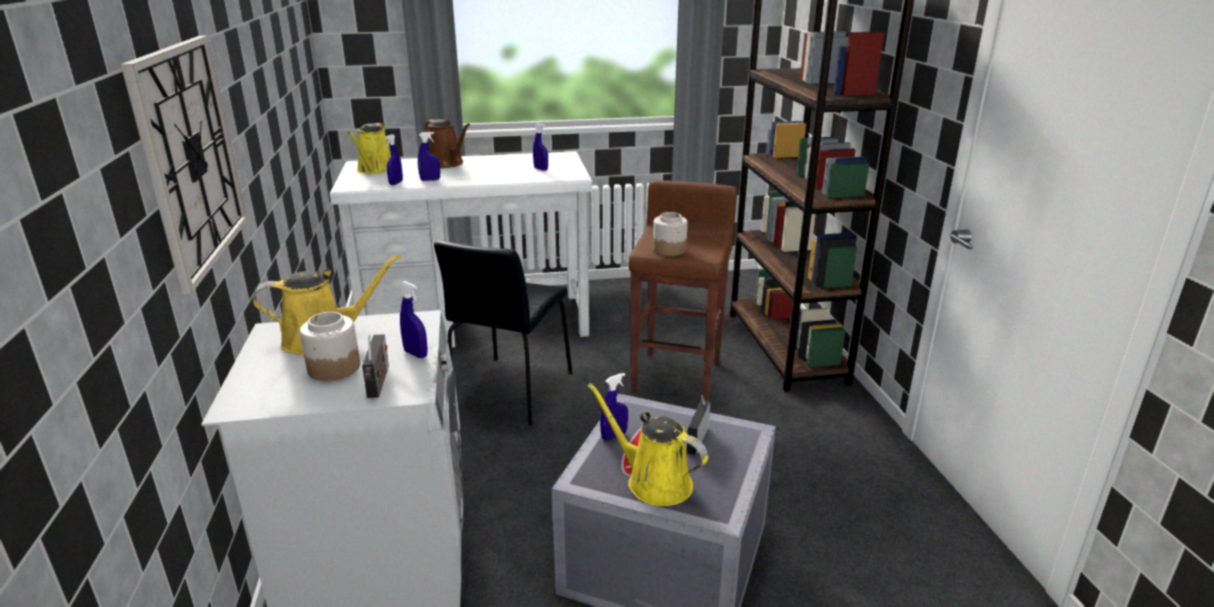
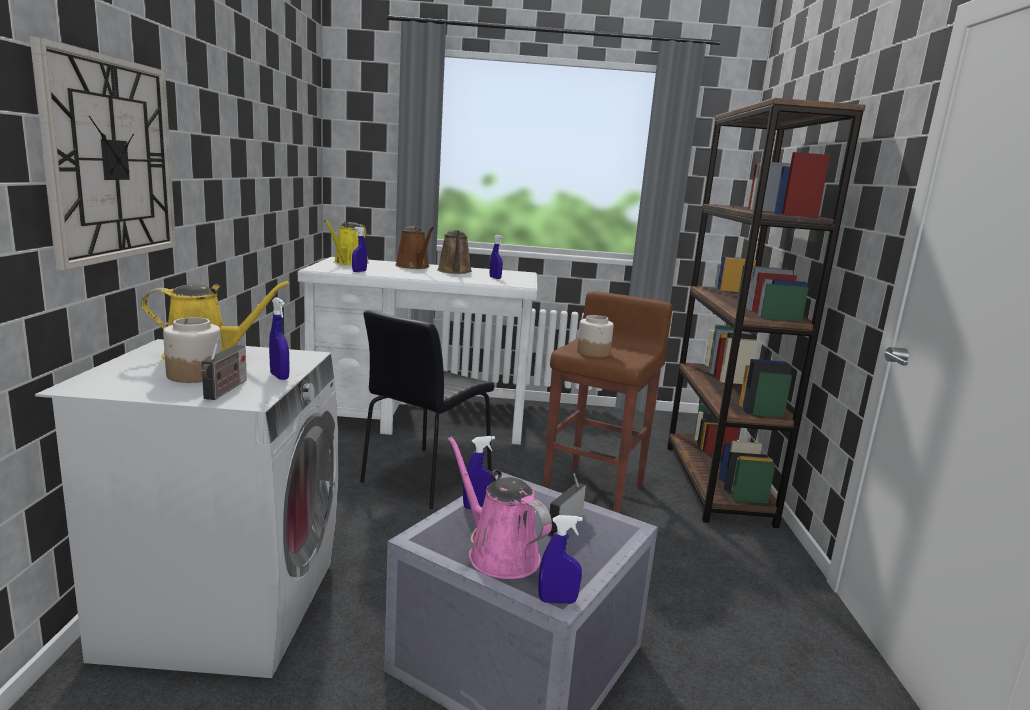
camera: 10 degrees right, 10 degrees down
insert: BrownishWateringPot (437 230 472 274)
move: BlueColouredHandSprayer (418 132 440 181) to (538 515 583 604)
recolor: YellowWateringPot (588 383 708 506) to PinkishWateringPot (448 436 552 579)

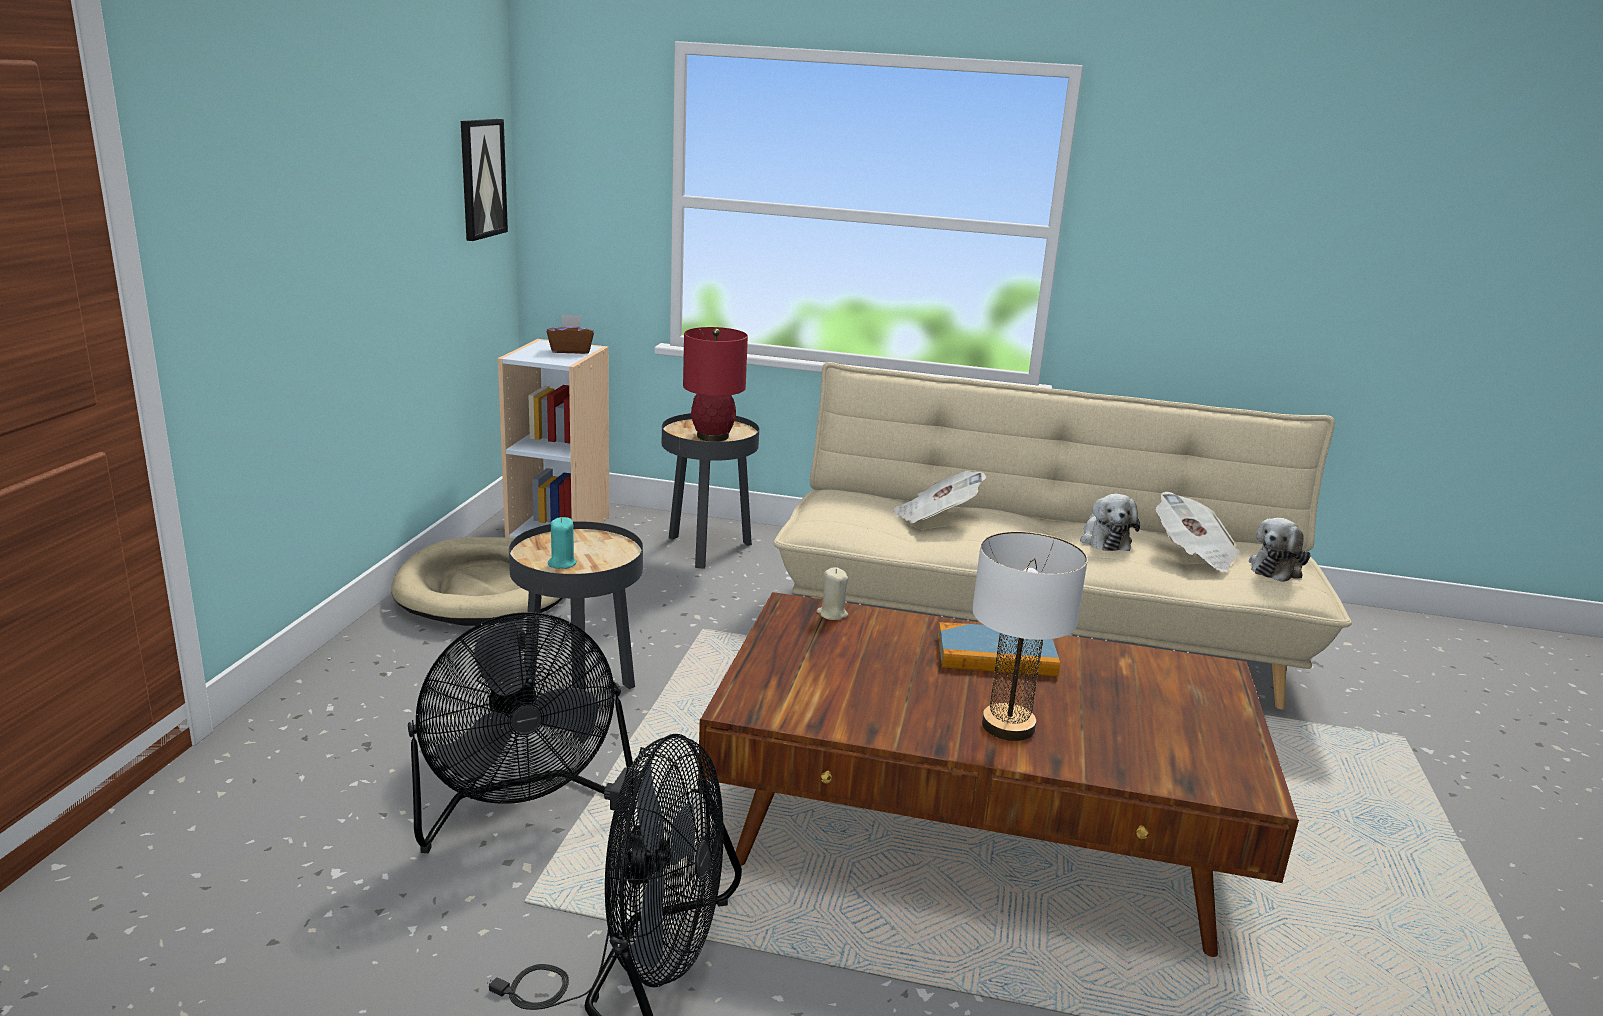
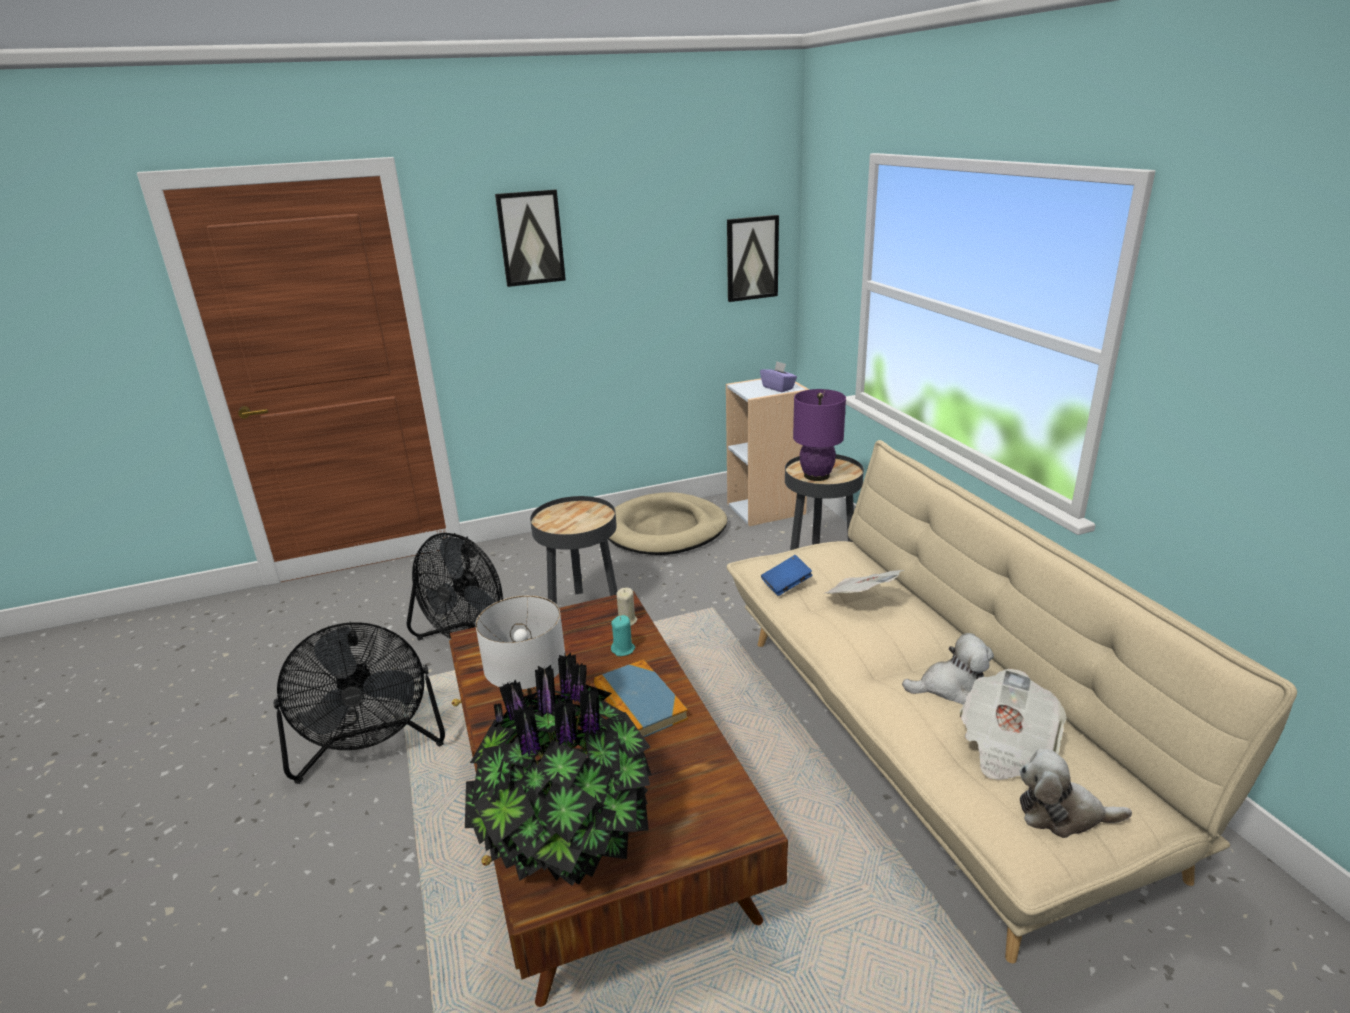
camera: 60 degrees right, 5 degrees up
insert: PlantInAPot (465 653 652 886); WallArt (495 190 566 287); BlueColouredBoundBook (761 555 812 596)
move: TurquoiseColouredCandle (548 517 577 569) to (611 615 635 656)
recolor: BrownishTissueHolder (547 315 594 354) to PurpleTissueHolder (760 361 797 392); RedColouredTabletopLamp (683 327 748 442) to PurpleTabletopLamp (793 389 846 481)
rotate: PlushToy (1080 494 1140 551) = (902 633 994 705) 150 degrees counterclockwise

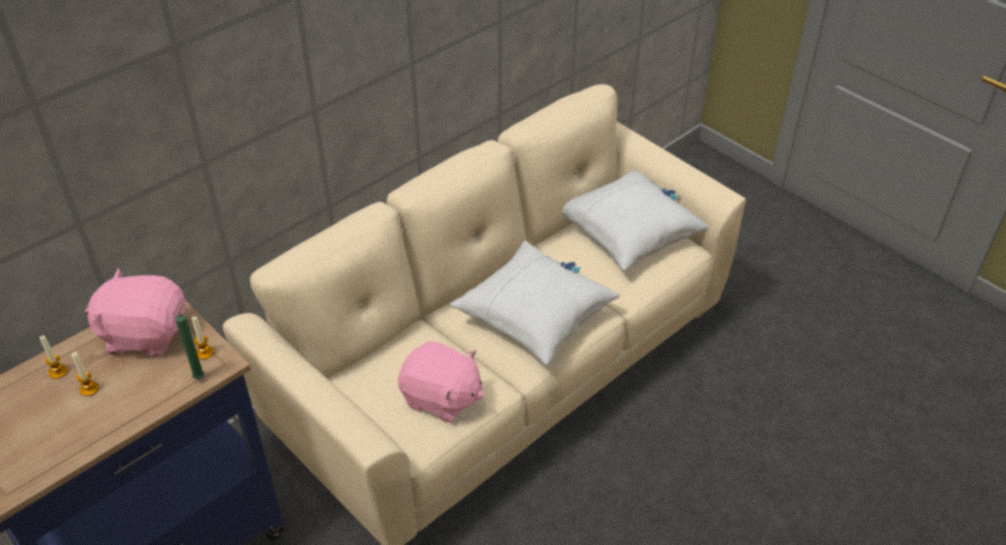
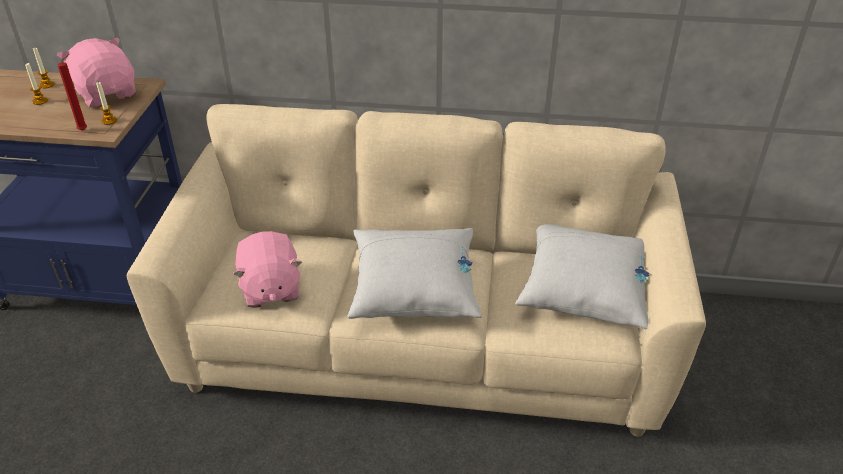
camera: 50 degrees right, 5 degrees down
recolor: GreenColouredCandle (175 303 205 379) to RedColouredCandle (58 54 87 131)

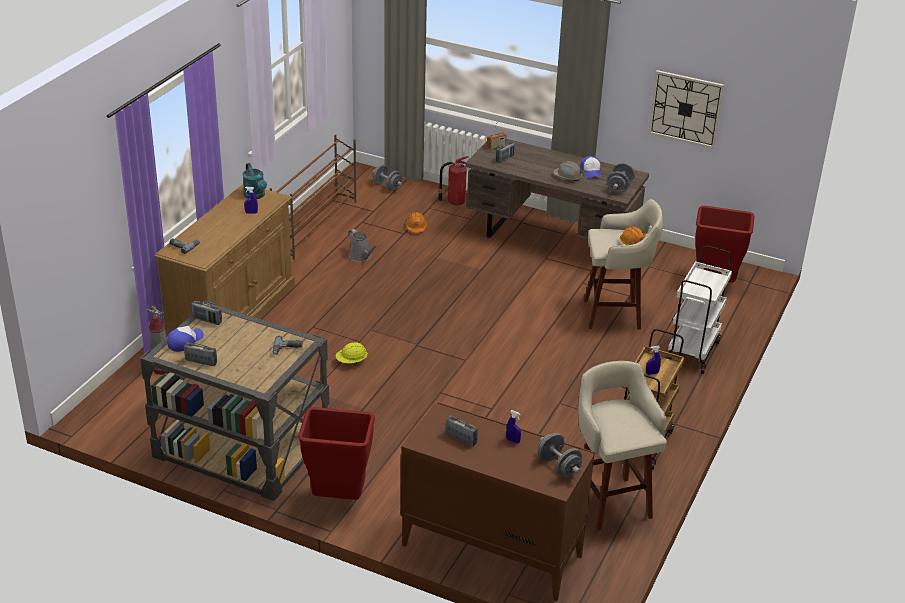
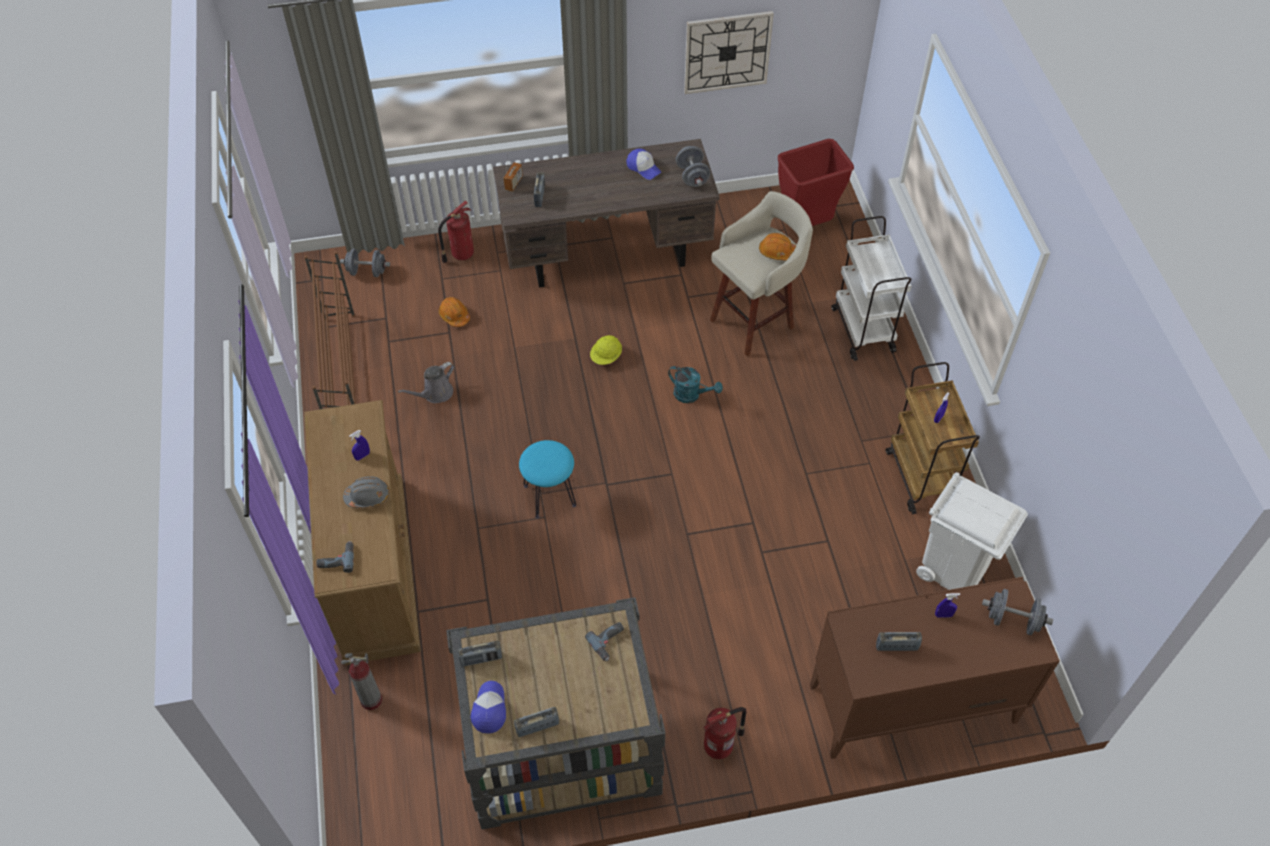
camera: 35 degrees left, 20 degrees up
insert: TurquoiseColouredStool (519 440 576 519)
move: TurquoiseColouredWateringPot (243 163 267 199) to (668 366 723 403); YellowSafetyHelmet (336 342 368 366) to (590 335 622 365); GreyishSafetyHelmet (553 161 583 181) to (343 476 390 508)
replace: RedColouredTrashCan (298 407 375 500) to FireExtinguisher (703 707 746 759); SandColouredStool (578 361 667 531) to WhiteTrashCan (916 472 1028 590)
rotate: GreyishWateringPot (349 229 378 262) = (398 362 454 403) 120 degrees clockwise

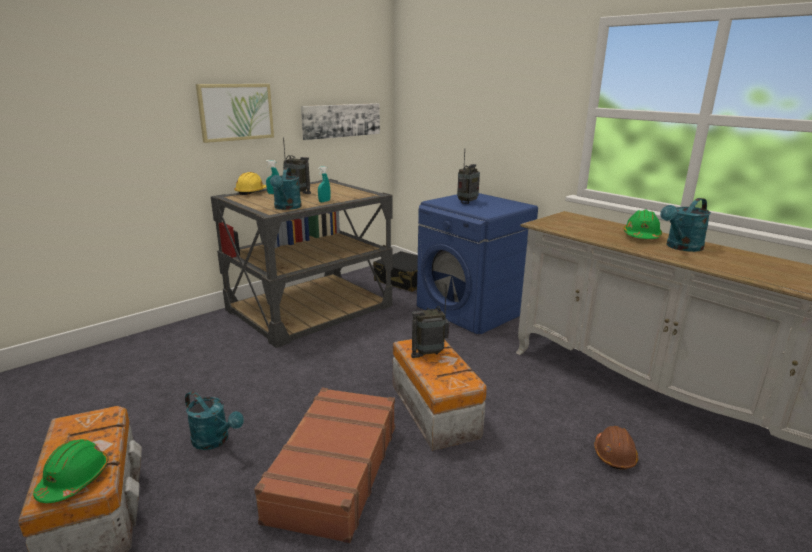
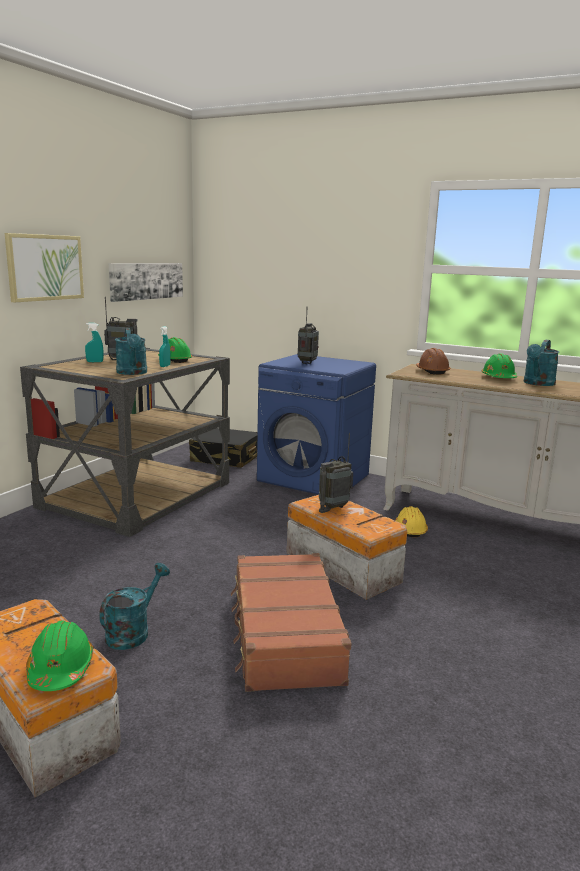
camera: 20 degrees left, 5 degrees down
insert: GreenColouredSafetyHelmet (158 337 192 363)
move: YellowSafetyHelmet (235 172 267 195) to (395 506 428 537); BrownishSafetyHelmet (594 426 638 470) to (416 348 450 375)
rotate: TurquoiseColouredWateringPot (185 391 244 450) = (99 563 170 650) 75 degrees counterclockwise

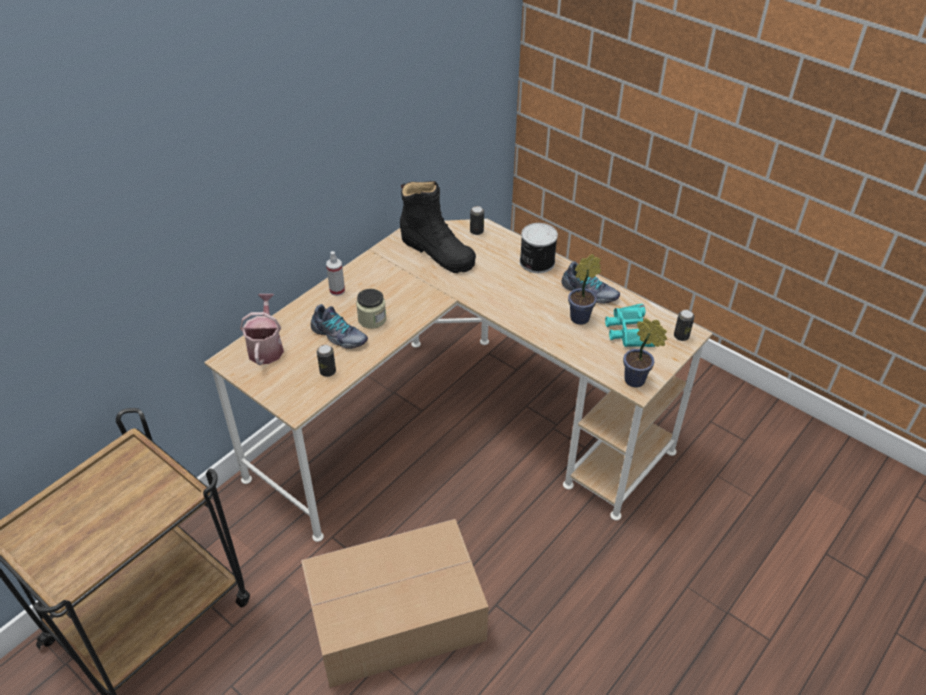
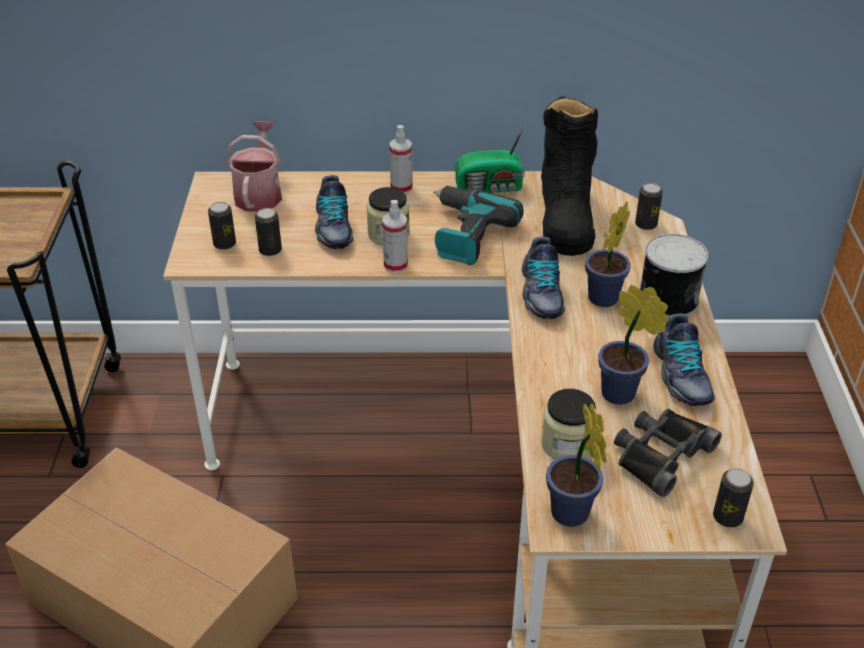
camera: 50 degrees right, 5 degrees down
insert: SealedCan (208 202 236 250); HandSprayer (382 200 408 273); Drill (433 186 524 265); RadioReceiver (455 121 527 193); ItemOfFootwear (522 237 565 319); StorageJar (541 389 597 460); PlantInAPot (585 201 631 307)
recolor: TurquoiseColouredFieldGlasses (605 304 655 347) to BlackFieldGlasses (614 409 722 497)
rotate: WateringPot (240 294 284 365) = (226 121 282 212) 45 degrees counterclockwise

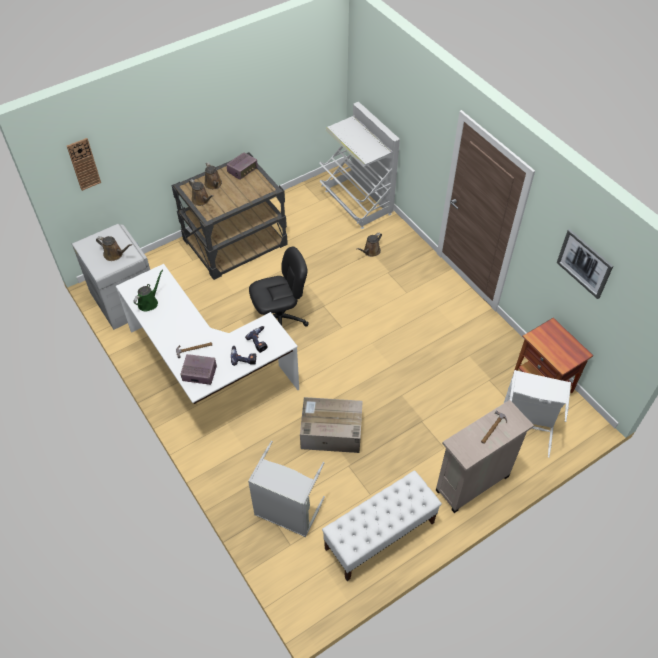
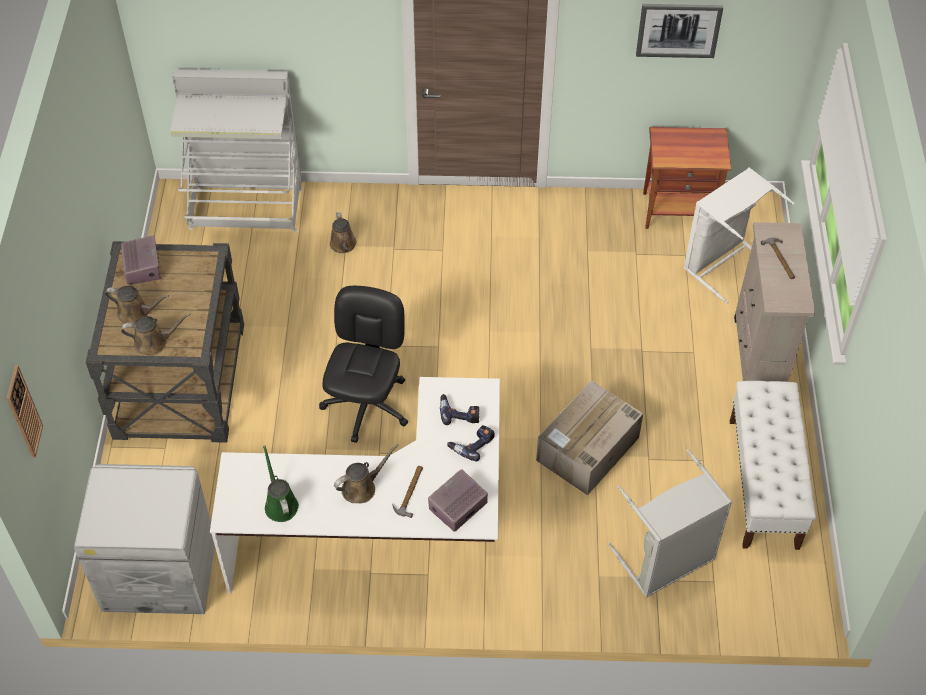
camera: 55 degrees left, 0 degrees up
move: BrownishWateringPot (96 236 132 261) to (334 444 399 503)

